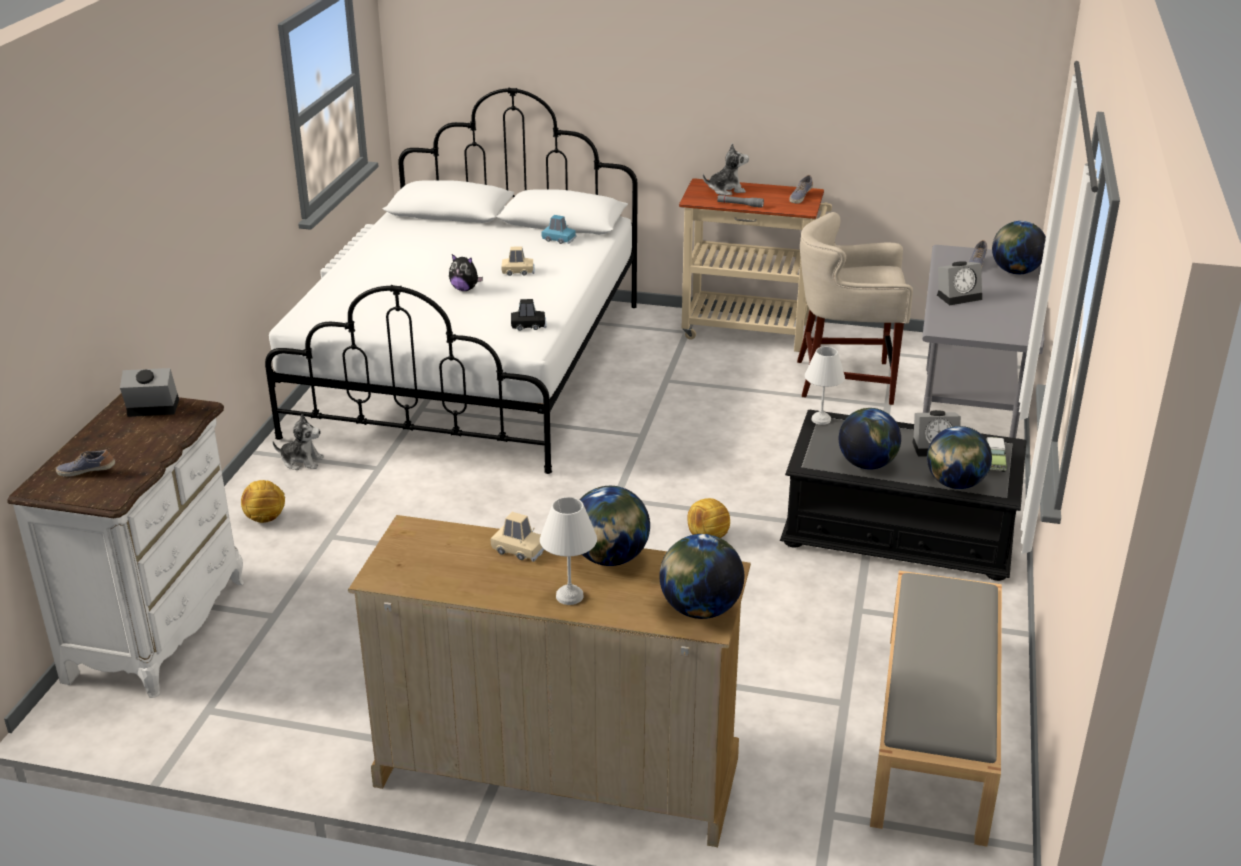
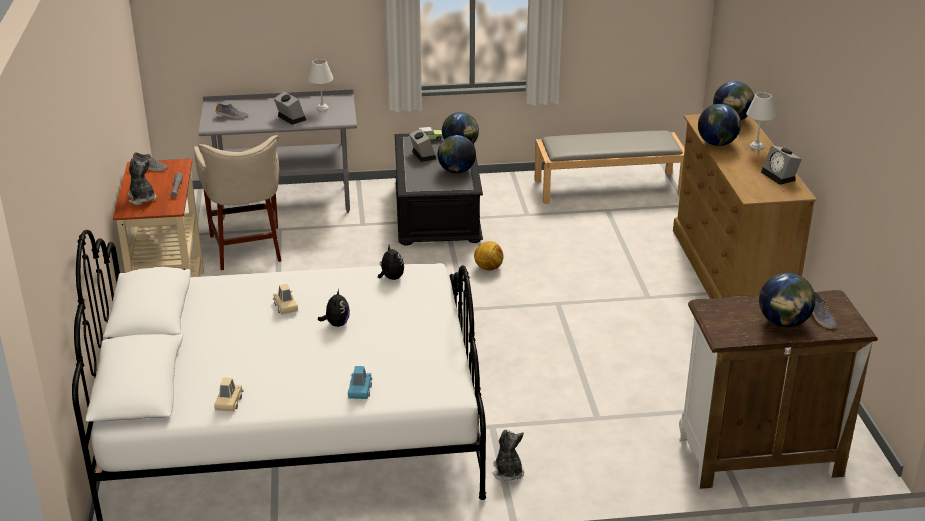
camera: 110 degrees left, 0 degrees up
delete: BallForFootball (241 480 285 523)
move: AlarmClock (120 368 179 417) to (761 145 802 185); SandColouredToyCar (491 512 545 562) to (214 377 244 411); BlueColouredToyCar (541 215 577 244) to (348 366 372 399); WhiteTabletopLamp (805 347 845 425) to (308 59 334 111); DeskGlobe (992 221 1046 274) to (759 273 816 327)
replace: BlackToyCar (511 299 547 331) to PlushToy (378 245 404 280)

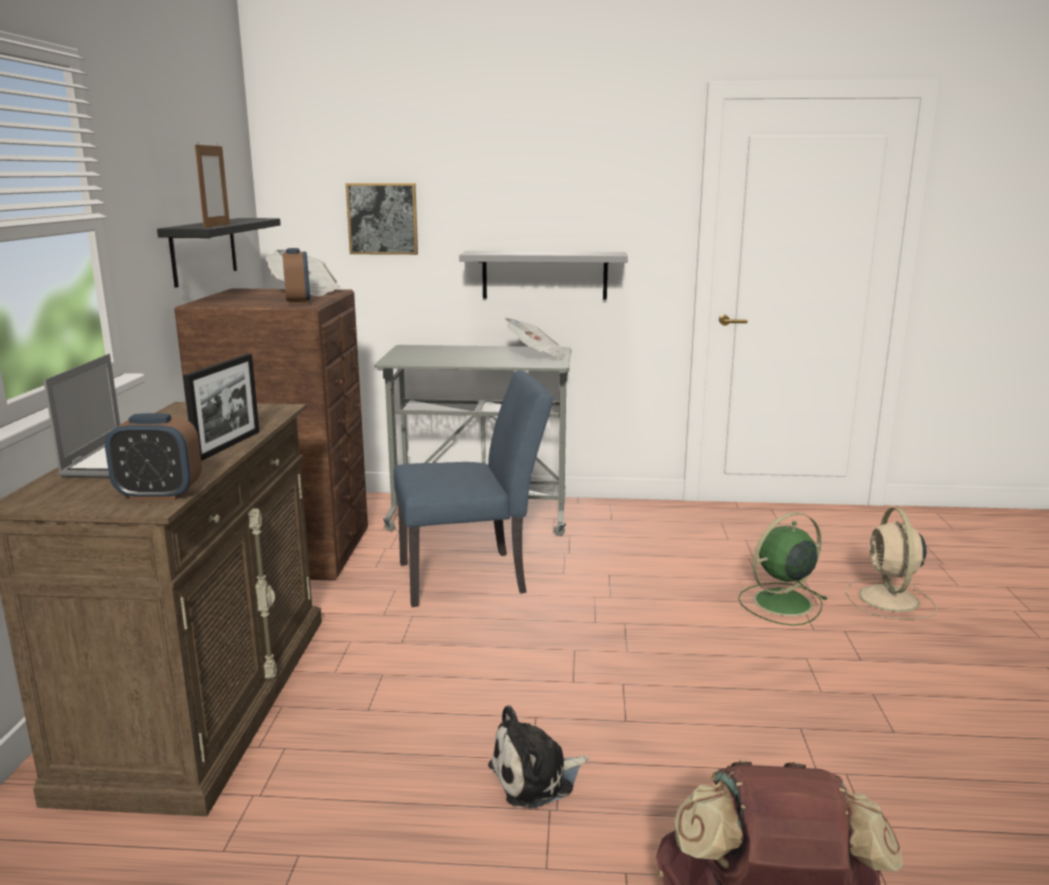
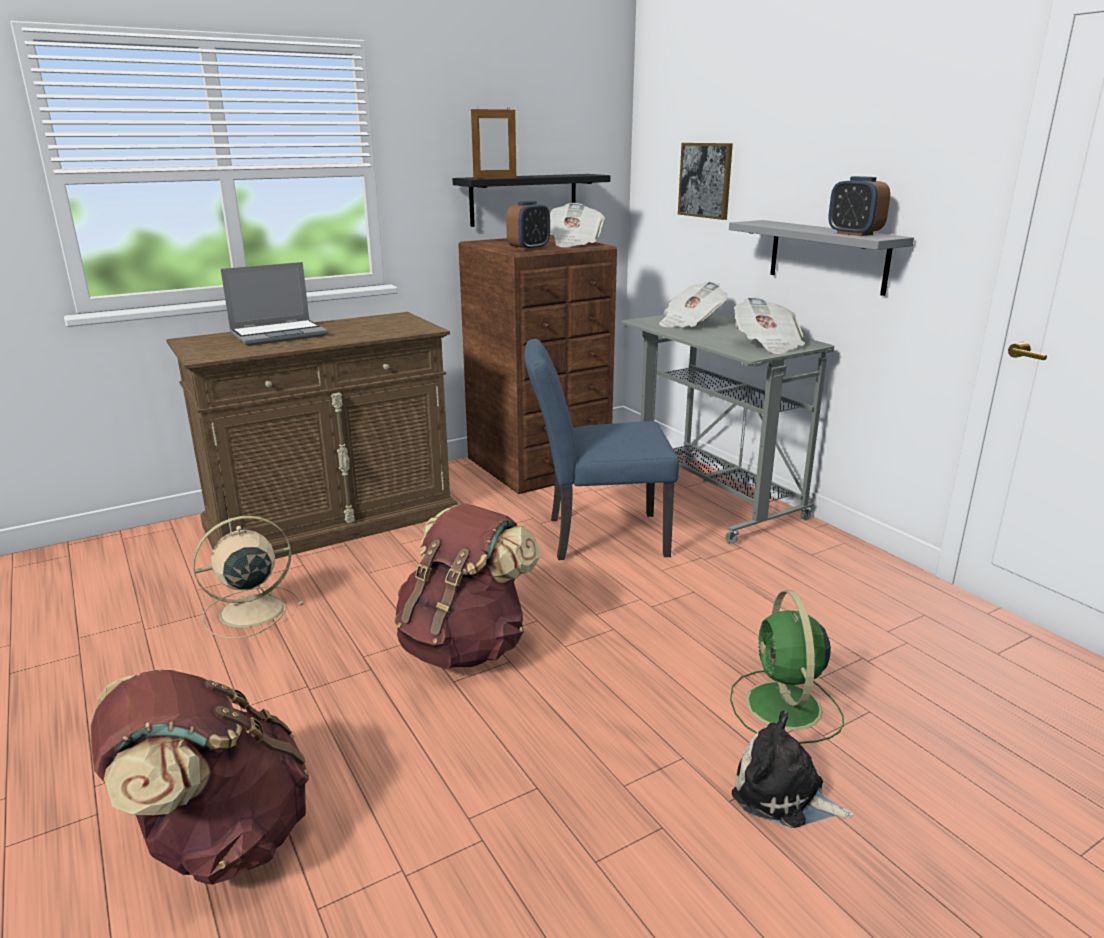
camera: 55 degrees right, 5 degrees up
delete: StandingFrame (183 354 259 461)
insert: BrownishRucksack (394 503 540 669); Newspaper (659 282 727 327)
move: AlarmClock (105 413 202 500) to (828 176 890 236); PlushToy (488 705 588 809) to (732 710 853 828); SandColouredCoolingFan (846 508 937 619) to (193 516 304 639)
rotate: BlueColouredUprightChair (394 370 553 607) = (524 339 679 560) 135 degrees clockwise; GreenColouredCoolingFan (738 512 828 626) = (730 590 844 744) 120 degrees counterclockwise

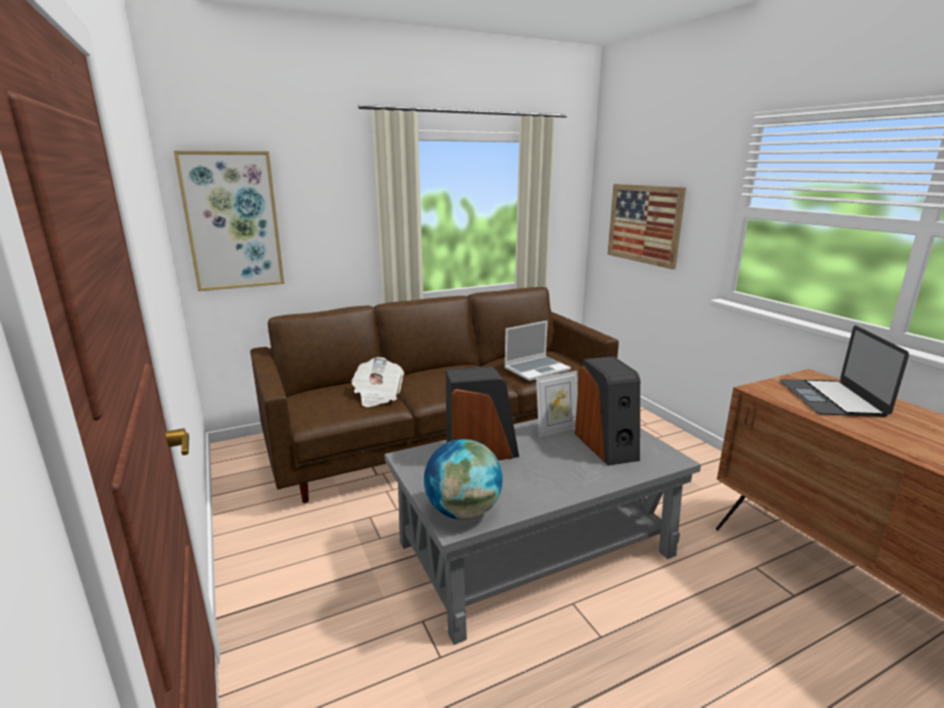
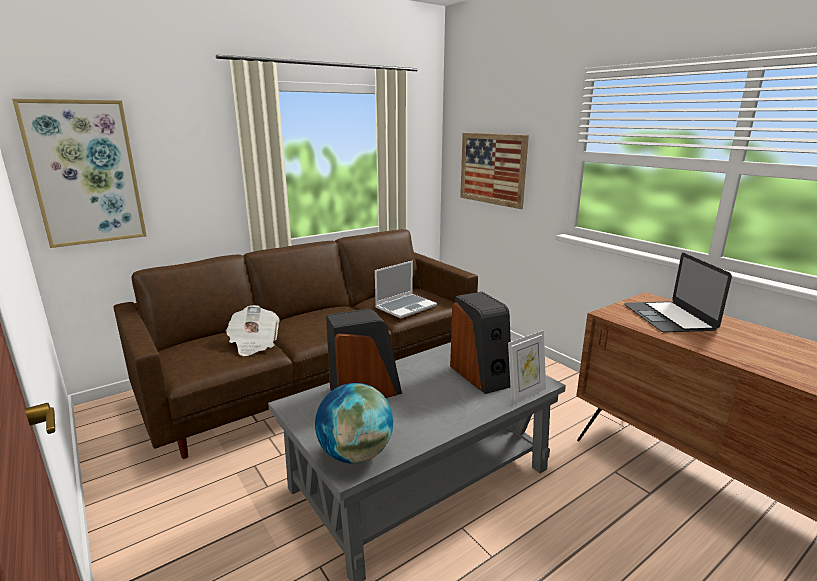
camera: 10 degrees left, 0 degrees up
move: StandingFrame (536 371 578 438) to (508 330 546 405)

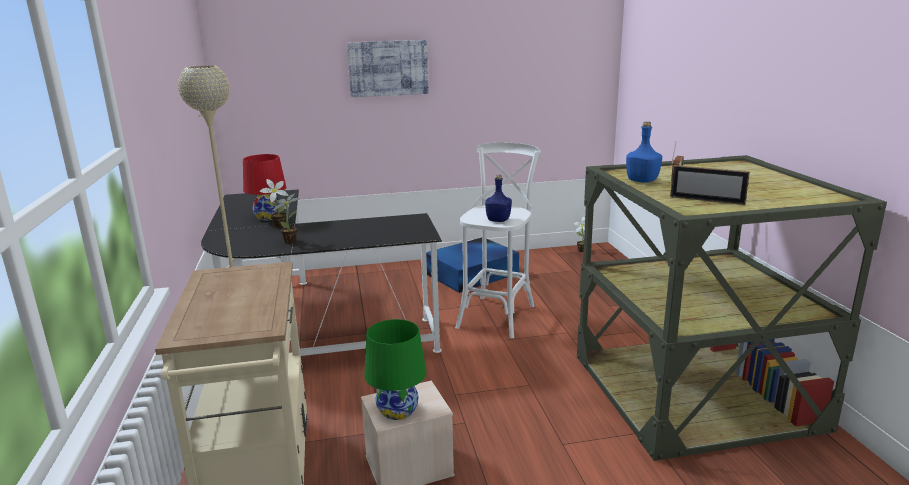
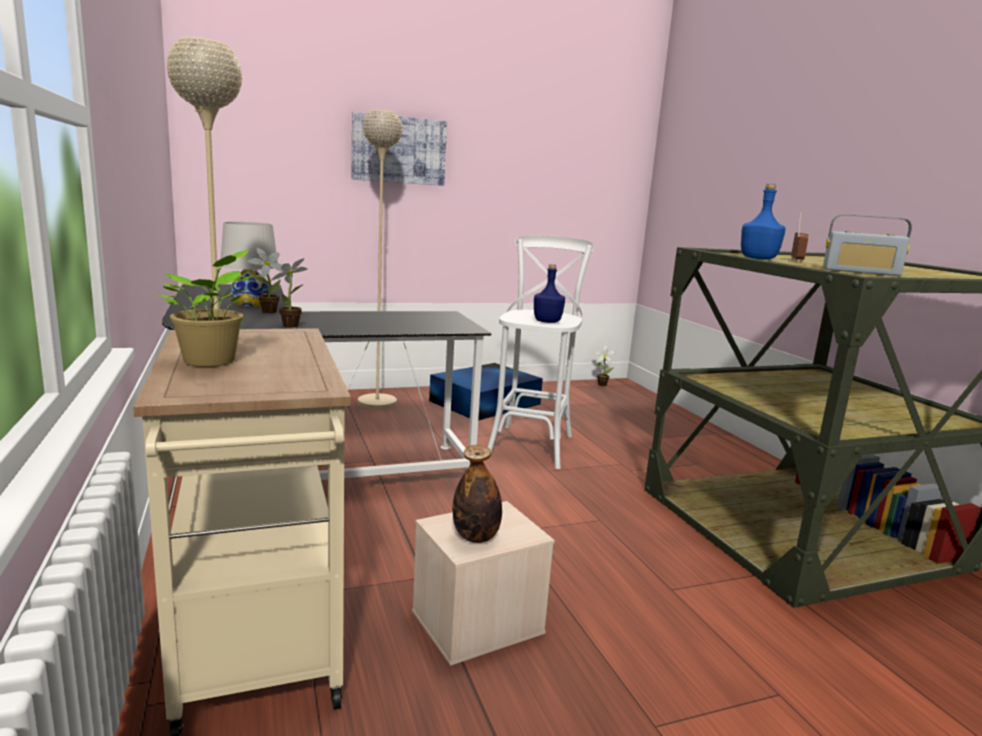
camera: 10 degrees left, 5 degrees down
insert: PlantInAPot (157 250 253 367); SandColouredStandingLamp (358 109 402 410)
replace: GreenColouredTabletopLamp (364 319 426 420) to DrinkBottle (453 445 502 543); StandingFrame (670 165 750 205) to RadioReceiver (823 214 912 276)
recolor: RedColouredTabletopLamp (243 154 286 221) to WhiteTabletopLamp (221 222 278 307)

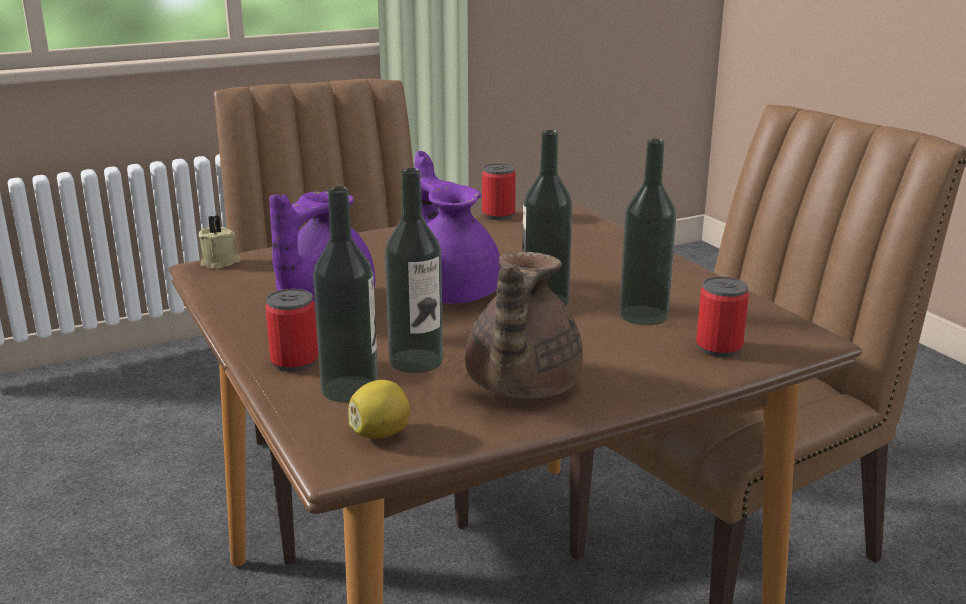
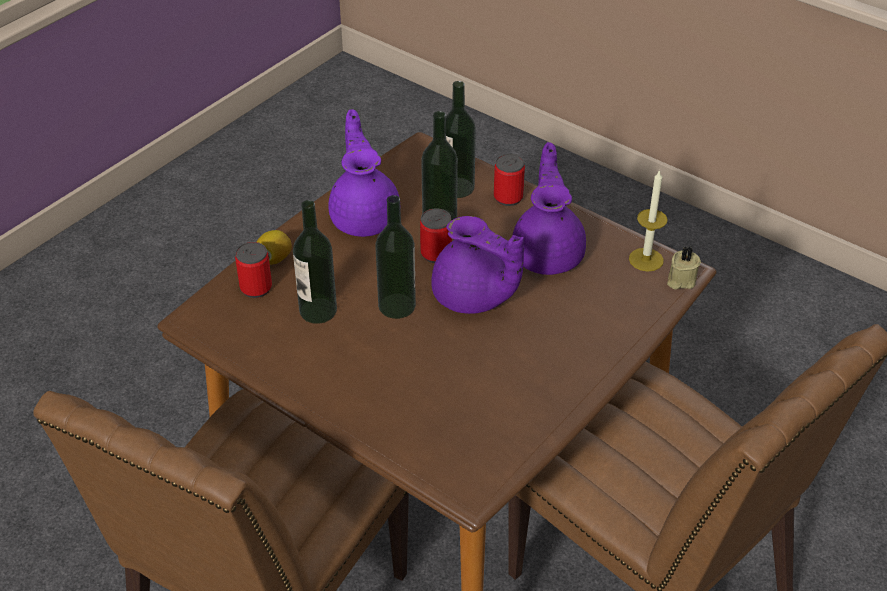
camera: 155 degrees right, 20 degrees up
insert: Candle (629 170 668 272)
move: WholeLemon (348 380 410 439) to (257 230 292 265); SealedCan (482 163 516 220) to (420 208 452 263)
recolor: BrownishPotForTea (465 252 583 399) to PurplePotForTea (328 109 399 237)

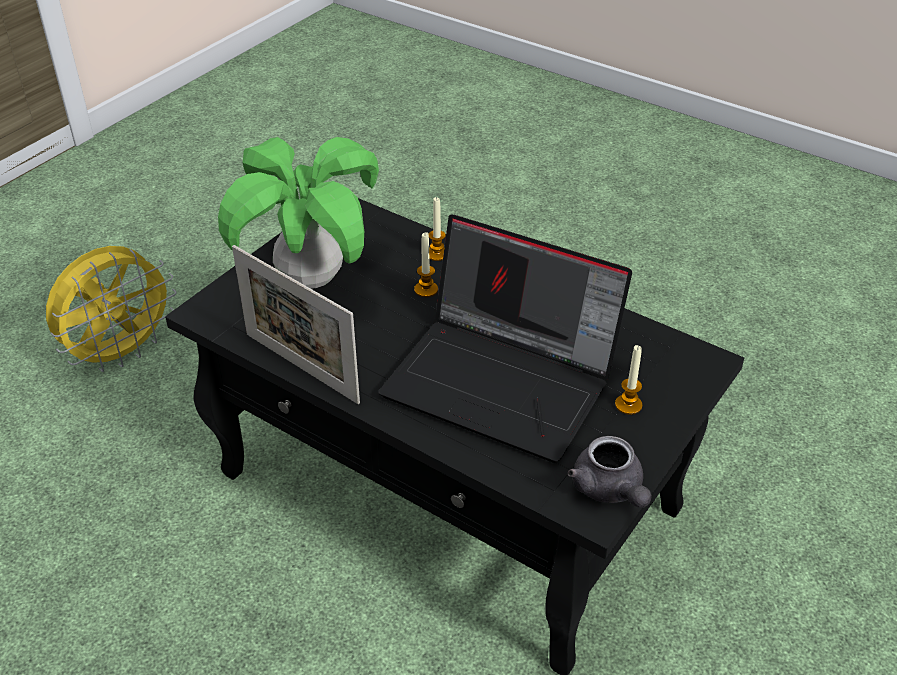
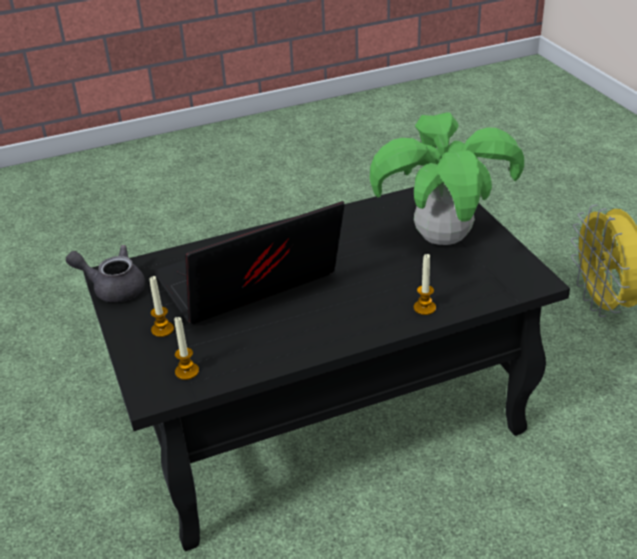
camera: 125 degrees right, 5 degrees down
delete: StandingFrame (232 245 360 404)
move: Candle (414 232 438 297) to (174 316 199 380)

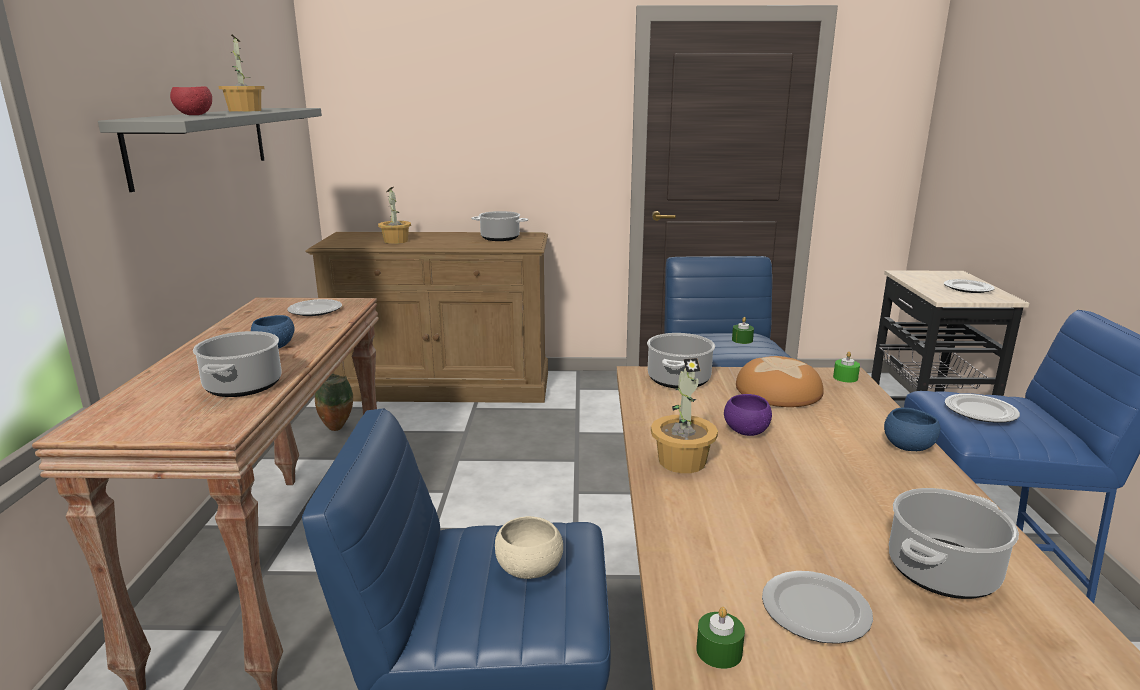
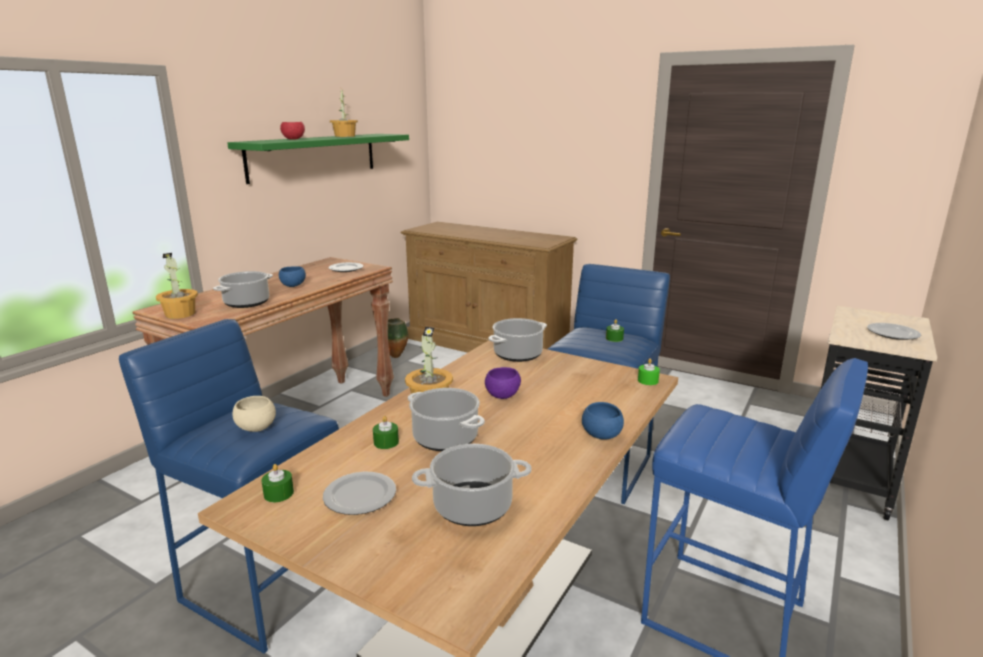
camera: 30 degrees right, 0 degrees up
delete: Bread (736 356 824 407); FlatDish (945 394 1020 423)
insert: GreenColouredCandle (373 416 399 449)
move: PlantInAPot (378 187 411 244) to (156 253 198 319); Saucepot (471 211 528 241) to (408 388 485 451)
recolor: GreyishWallShelf (98 108 322 192) to GreenColouredWallShelf (227 134 409 184)

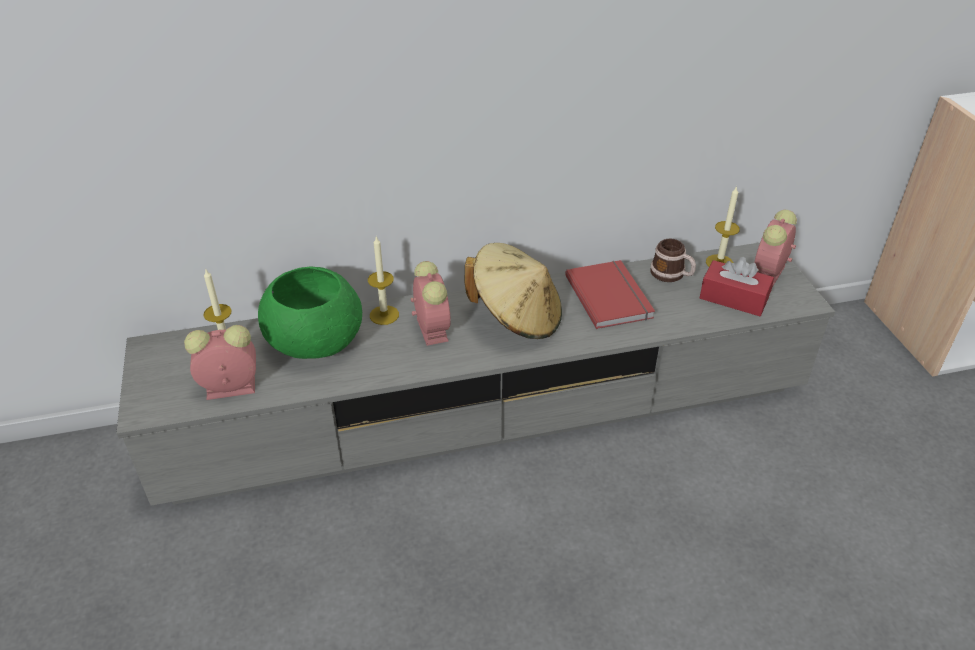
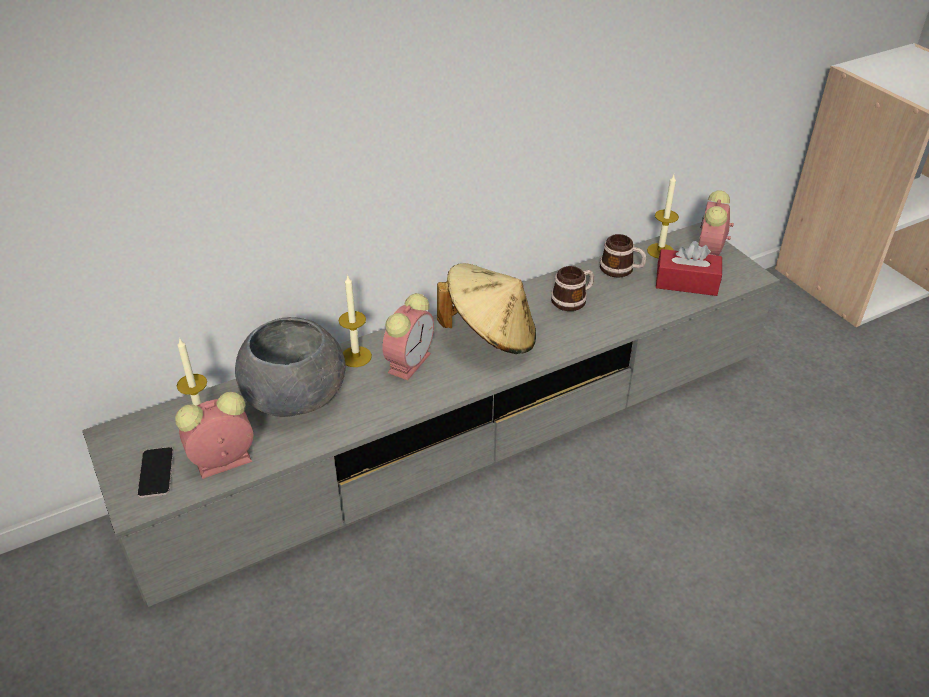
camera: 15 degrees left, 0 degrees up
insert: Handset (137 447 174 498)
replace: RedColouredBoundBook (565 260 655 329) to TeaMug (551 266 594 311)
recolor: GreenColouredBowl (258 267 362 359) to GreyishBowl (235 317 345 417)
rotate: AlarmClock (411 261 451 346) = (383 293 434 380) 60 degrees clockwise

